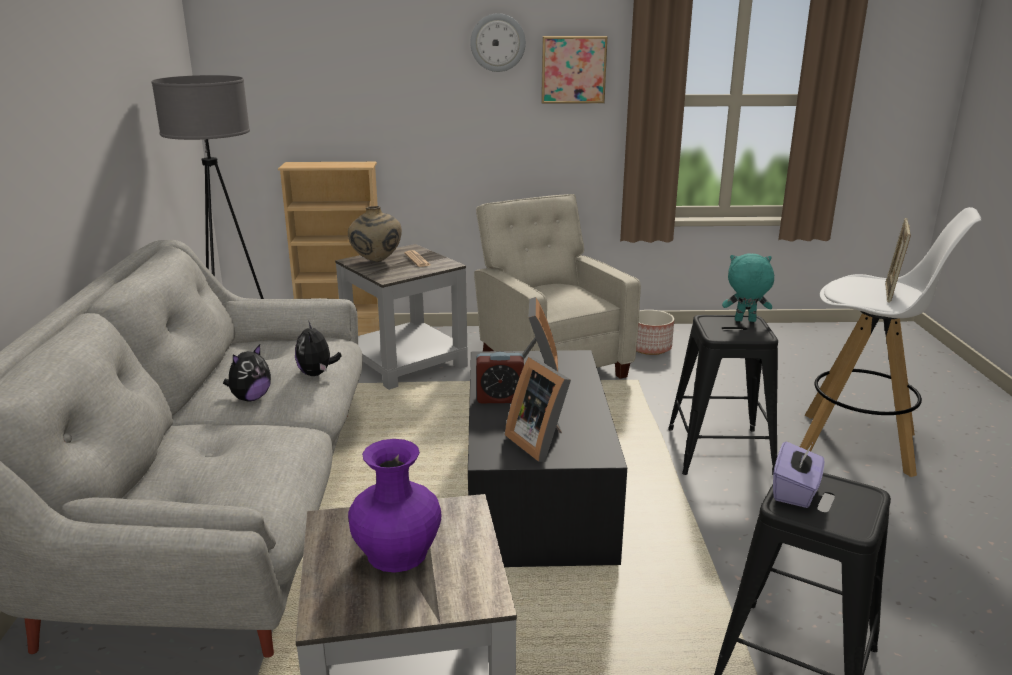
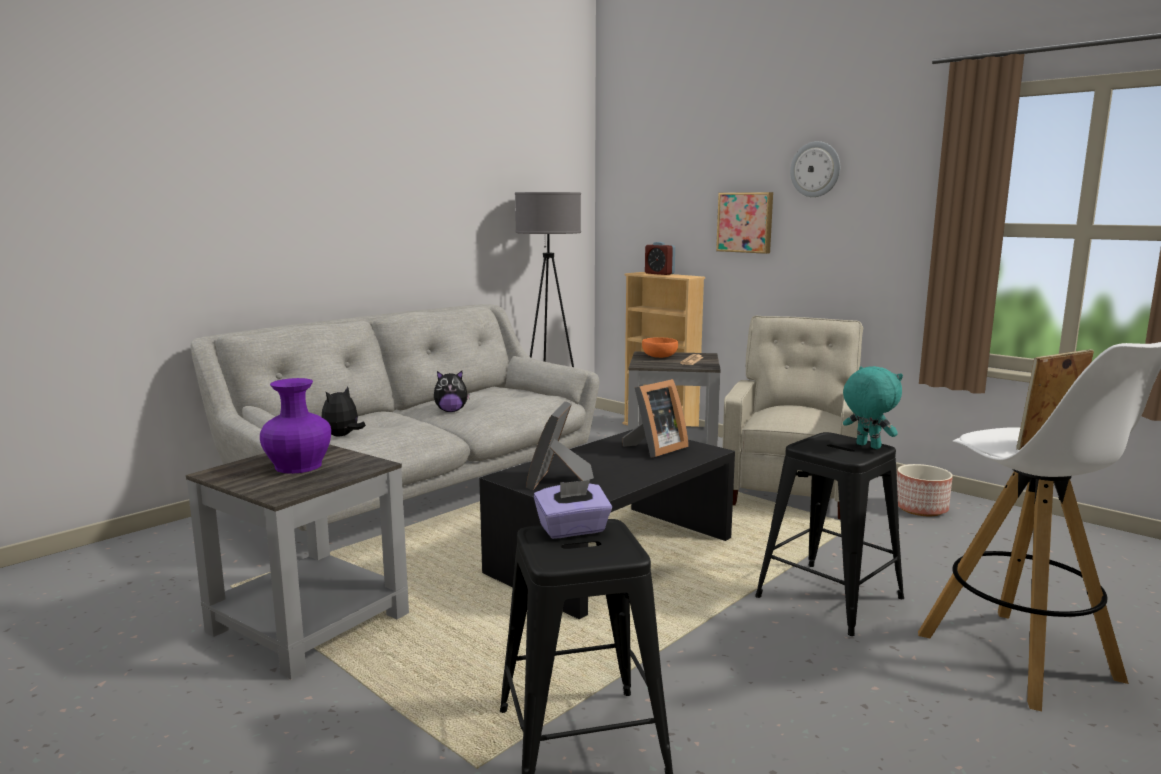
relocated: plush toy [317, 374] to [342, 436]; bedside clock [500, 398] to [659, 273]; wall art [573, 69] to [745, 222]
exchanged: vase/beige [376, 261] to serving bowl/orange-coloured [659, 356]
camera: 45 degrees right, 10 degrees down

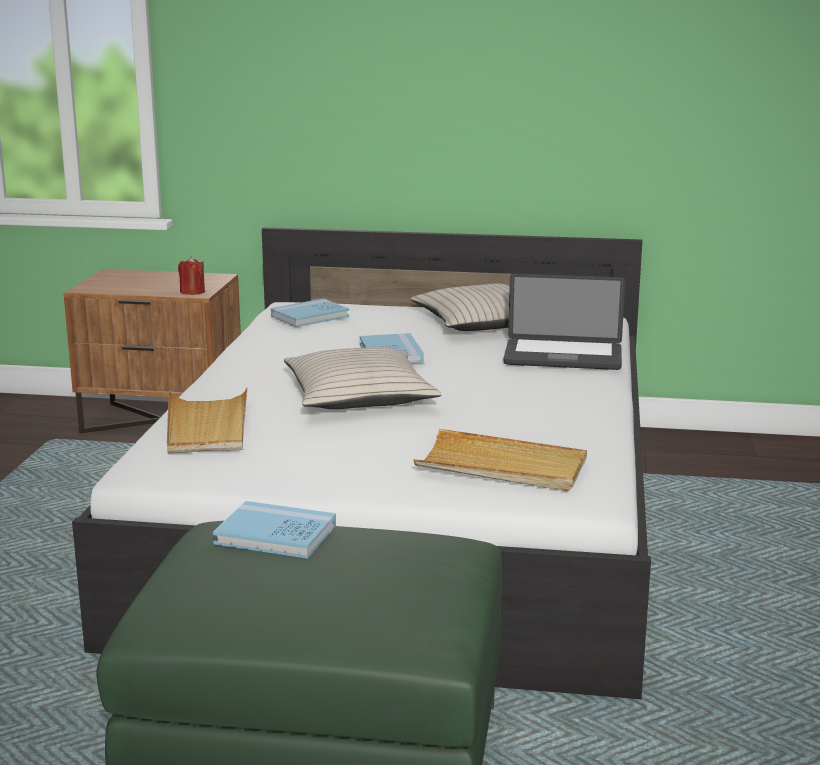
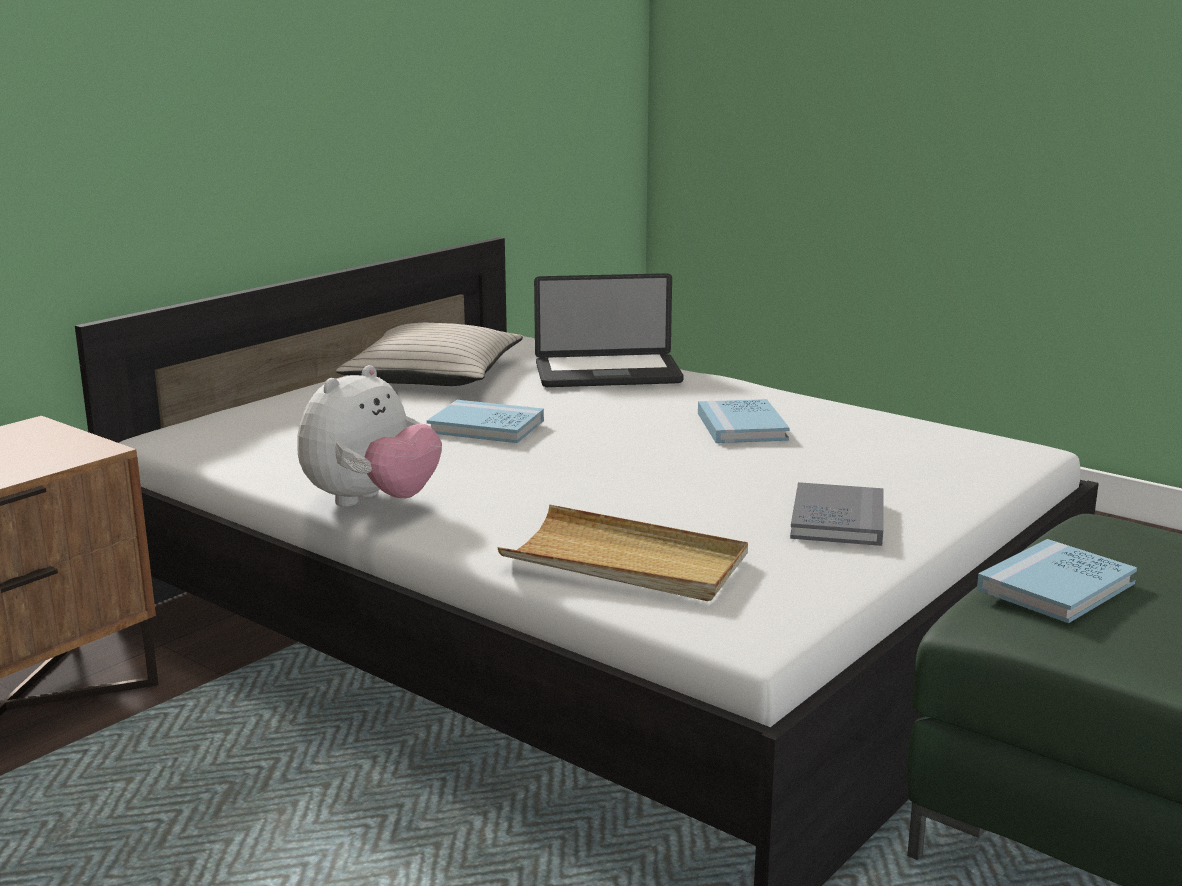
missing: wax light/red-coloured [192, 292]; pillow/beige [359, 396]; carrying tray/beige [502, 467]
appeared: plush toy [371, 502]; book/greyish [837, 520]
relocated: book/blue-coloured [310, 316] to [741, 426]
spun: portable computer [563, 357] = [608, 374] 45 degrees clockwise
camera: 60 degrees left, 0 degrees up

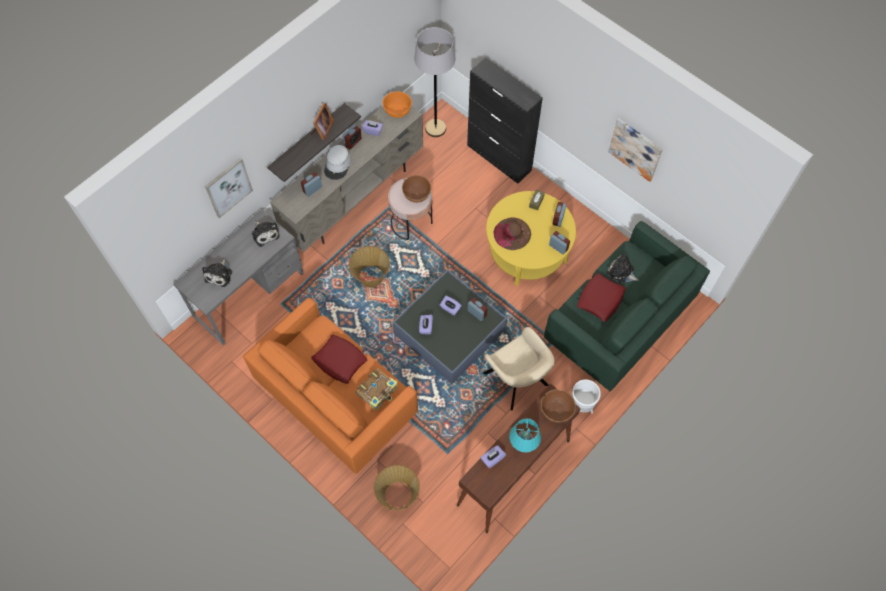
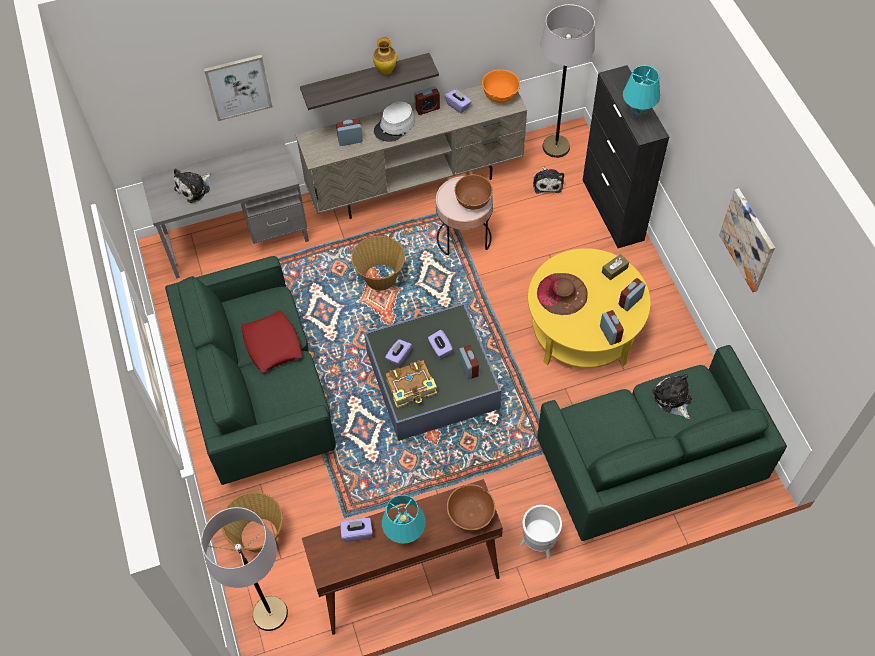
missing: lounge chair/beige [517, 381]; pillow/red-coloured [600, 299]
appeared: floor lamp/greyish [270, 613]; tabletop lamp/turquoise-coloured [637, 114]
relocated: book [378, 391] to [411, 387]; plush toy [265, 233] to [547, 183]
exchanged: standing frame [322, 129] to vase [386, 71]
colour: couch/orange-coloured [337, 398] to couch/greenish [260, 393]
camera: 30 degrees right, 5 degrees down

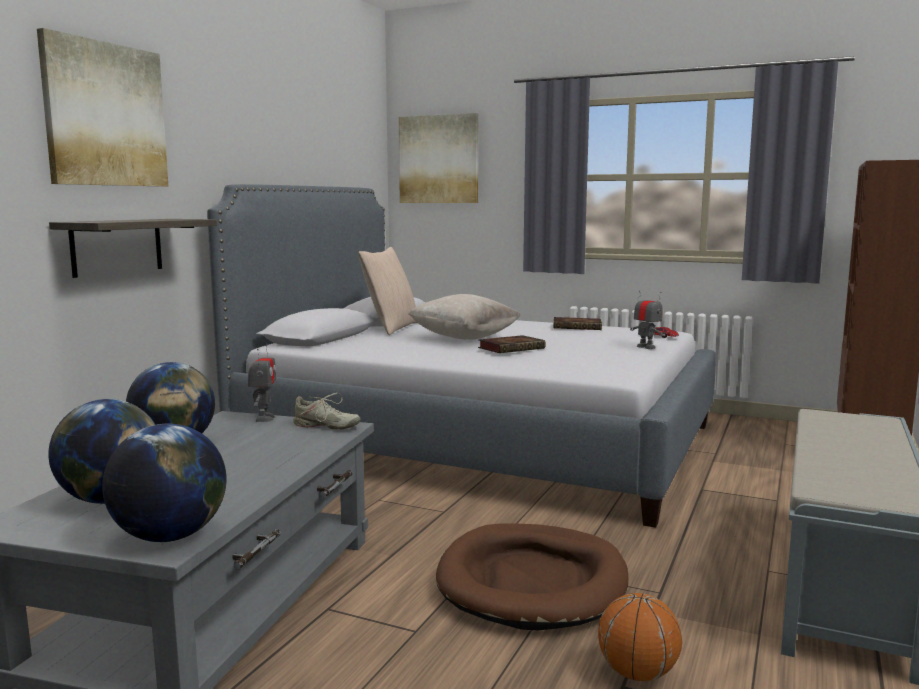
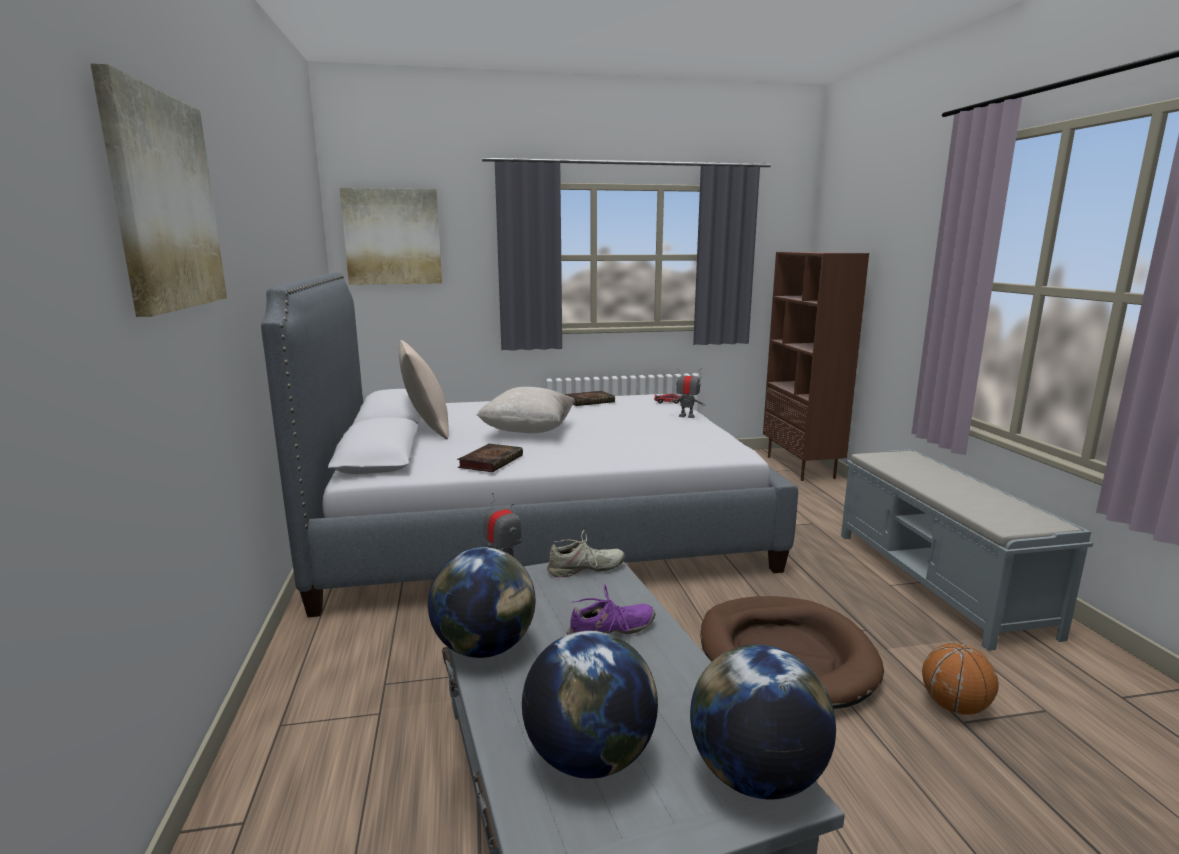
missing: wall shelf [117, 246]
appeared: shoe/purplish [611, 632]
relocated: book [512, 348] to [491, 461]
camera: 35 degrees left, 5 degrees up

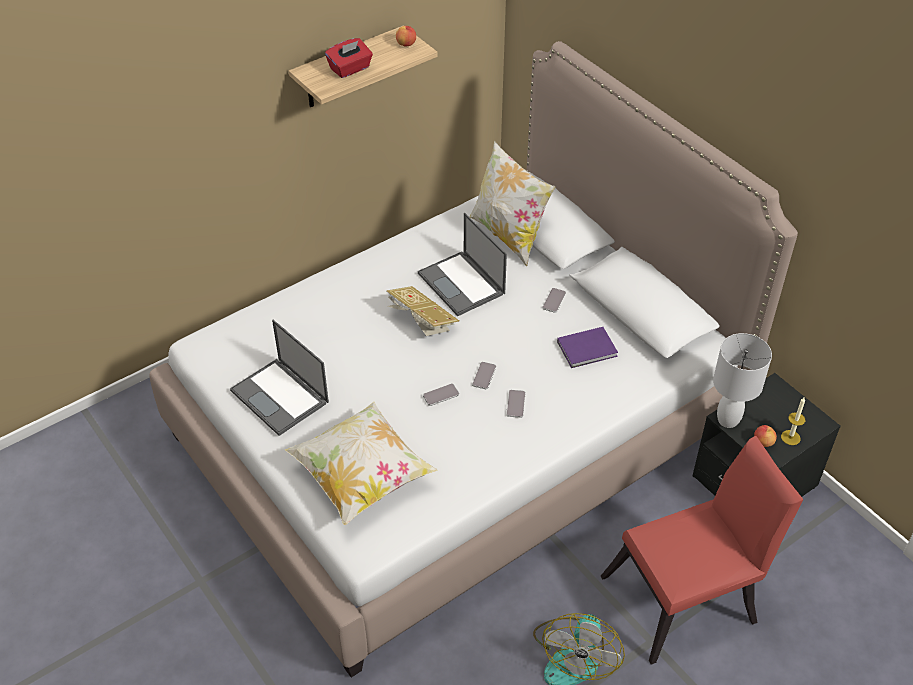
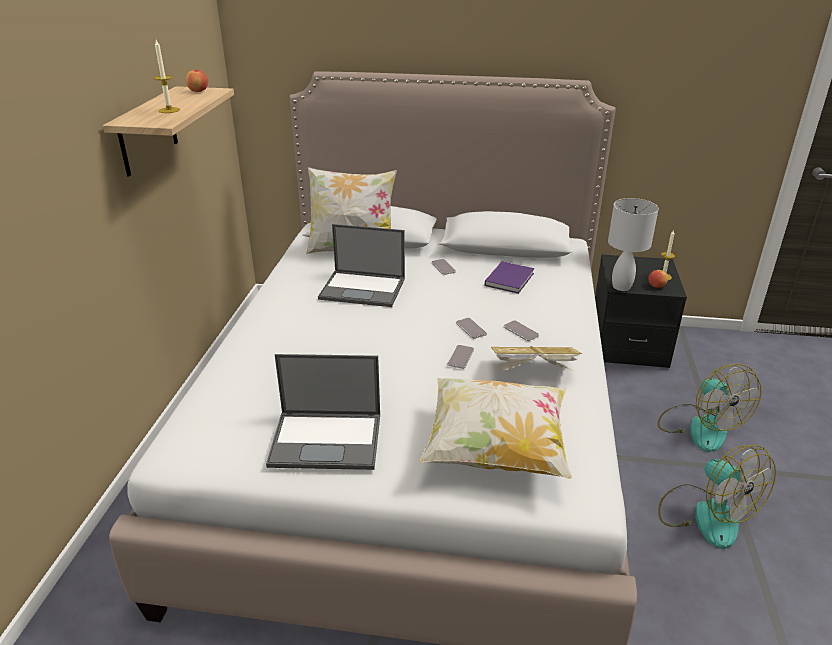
relocated: book [421, 322] to [533, 372]
exchanged: box of tissues/red-coloured [350, 69] to wax light [169, 110]; upright chair/red-coloured [688, 597] to cooling fan [699, 427]
camera: 45 degrees left, 15 degrees down

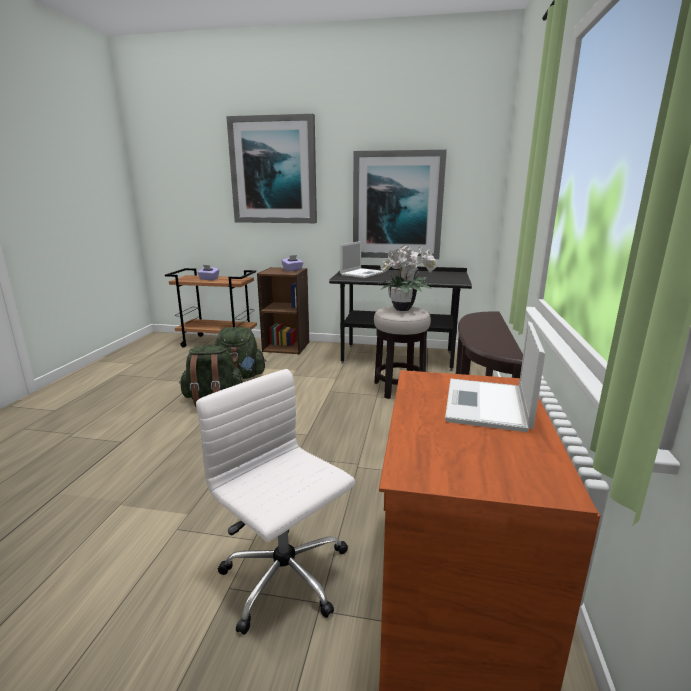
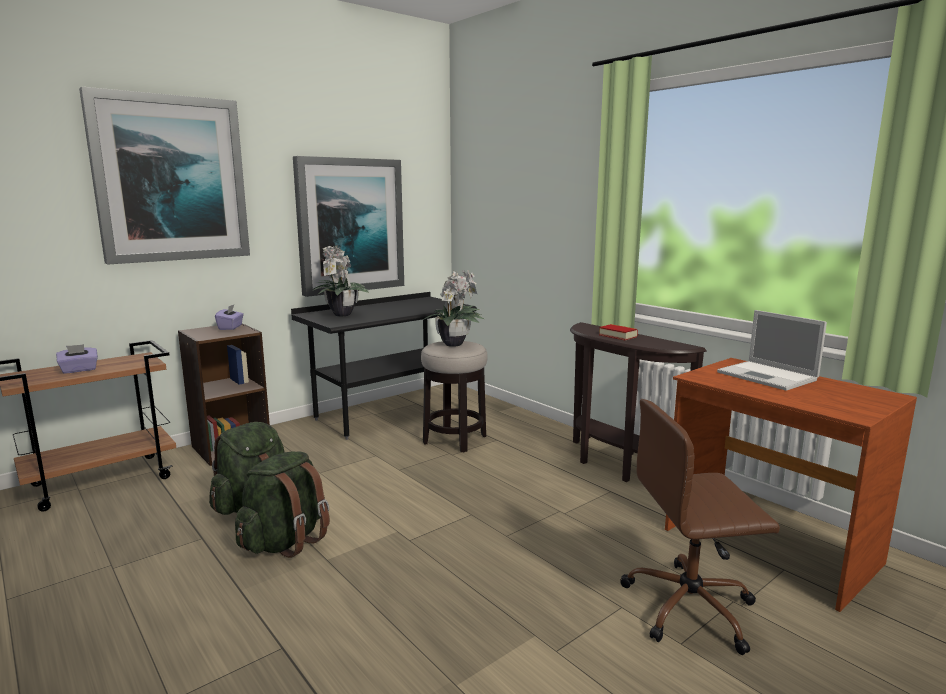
appeared: book [618, 336]
exchanged: portable computer [362, 273] to potted plant [341, 315]
colour: desk chair/white [286, 578] to desk chair/brown-coloured [691, 607]
camera: 50 degrees left, 5 degrees down

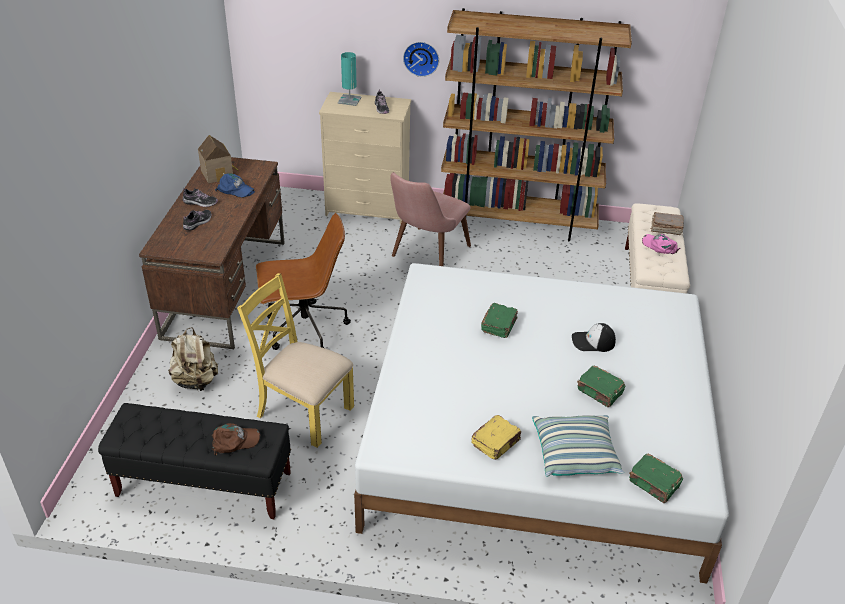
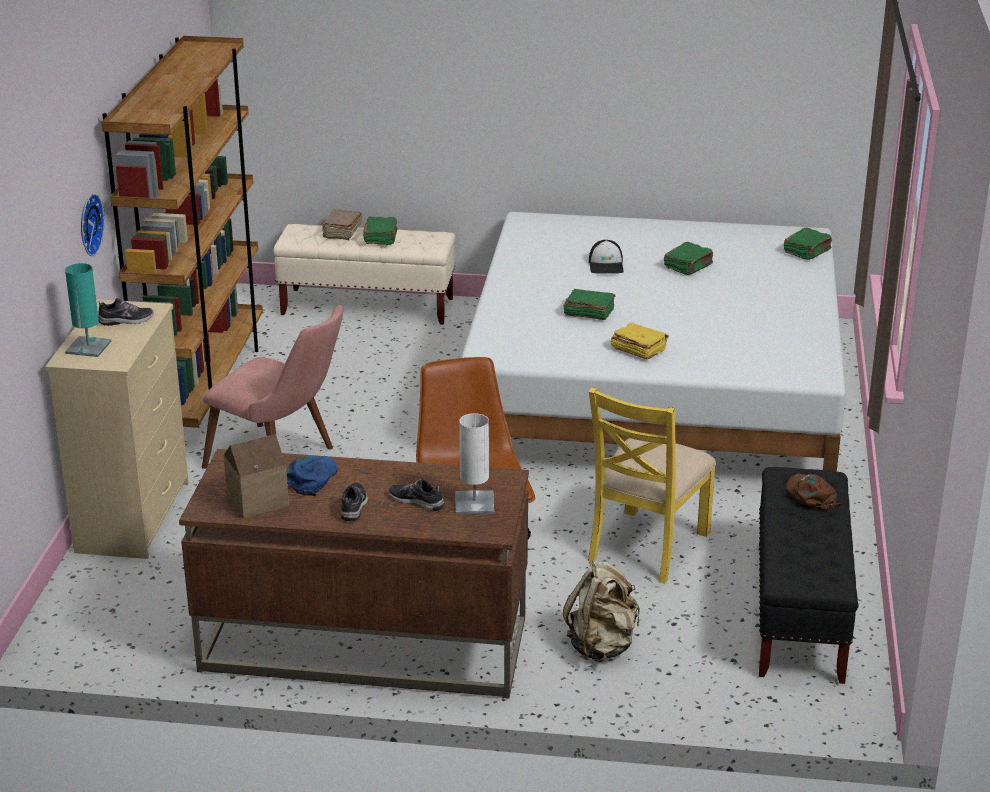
missing: pillow [575, 454]
appeared: tabletop lamp/white [474, 503]
relocated: book/yellow [496, 443] to [638, 349]
exchanged: cap/pink [659, 246] to book/greenish [381, 238]
camera: 90 degrees left, 10 degrees down

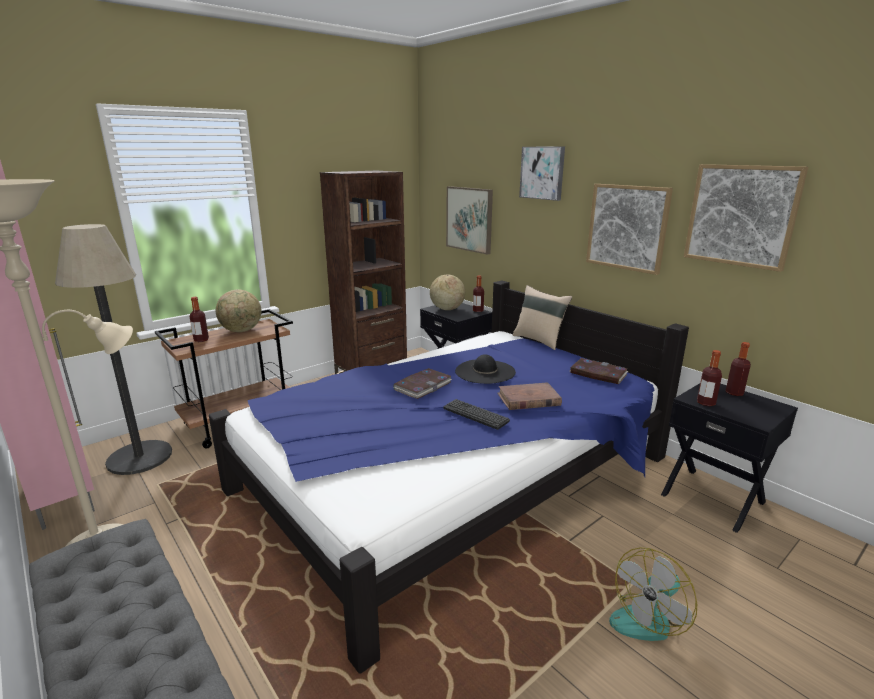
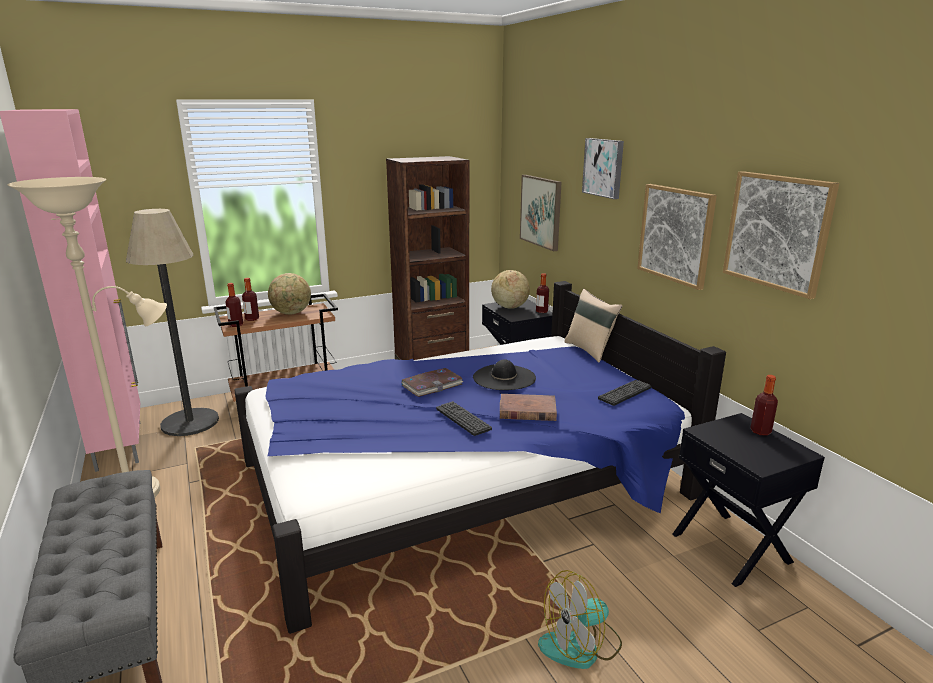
relocated: drink bottle [706, 403] to [236, 325]
exchanged: book [598, 374] to PC keyboard [624, 393]
camera: 15 degrees right, 0 degrees up

